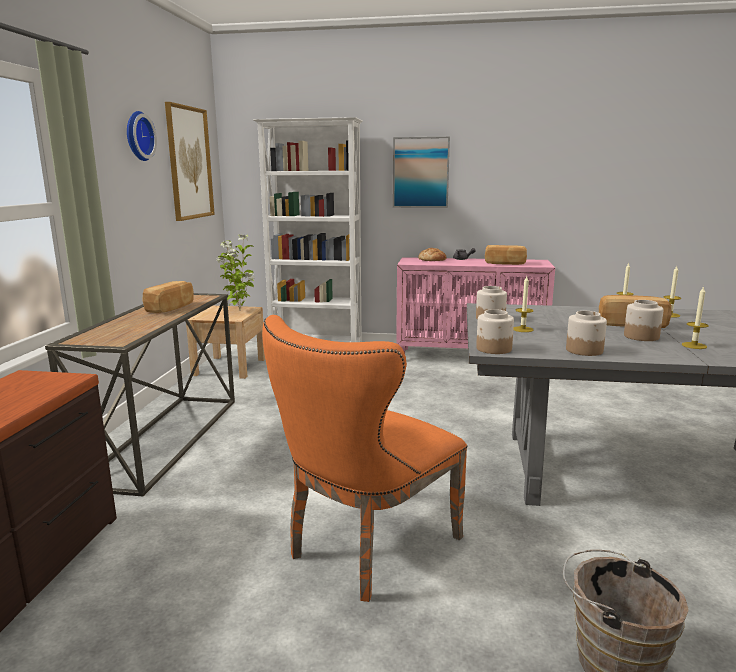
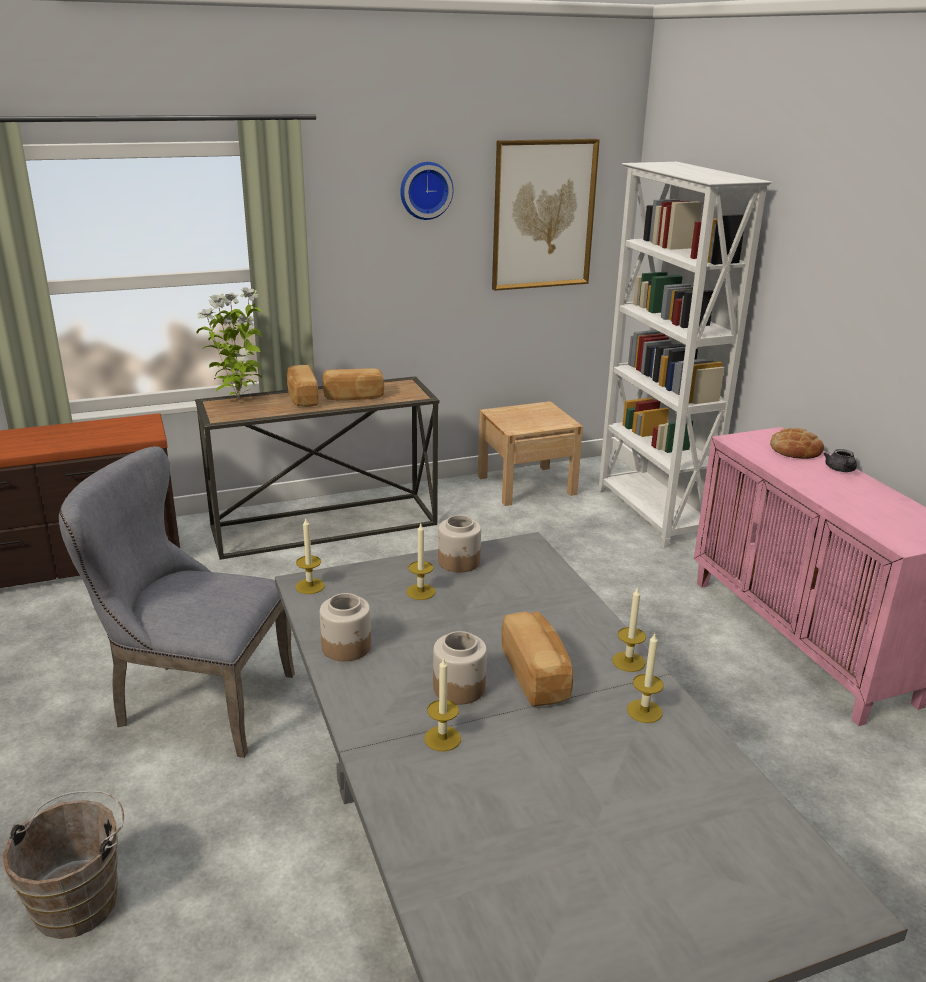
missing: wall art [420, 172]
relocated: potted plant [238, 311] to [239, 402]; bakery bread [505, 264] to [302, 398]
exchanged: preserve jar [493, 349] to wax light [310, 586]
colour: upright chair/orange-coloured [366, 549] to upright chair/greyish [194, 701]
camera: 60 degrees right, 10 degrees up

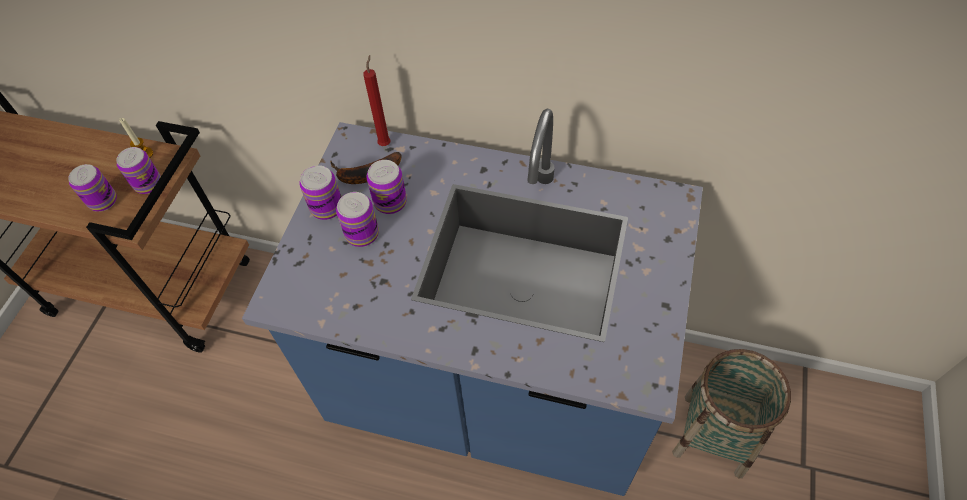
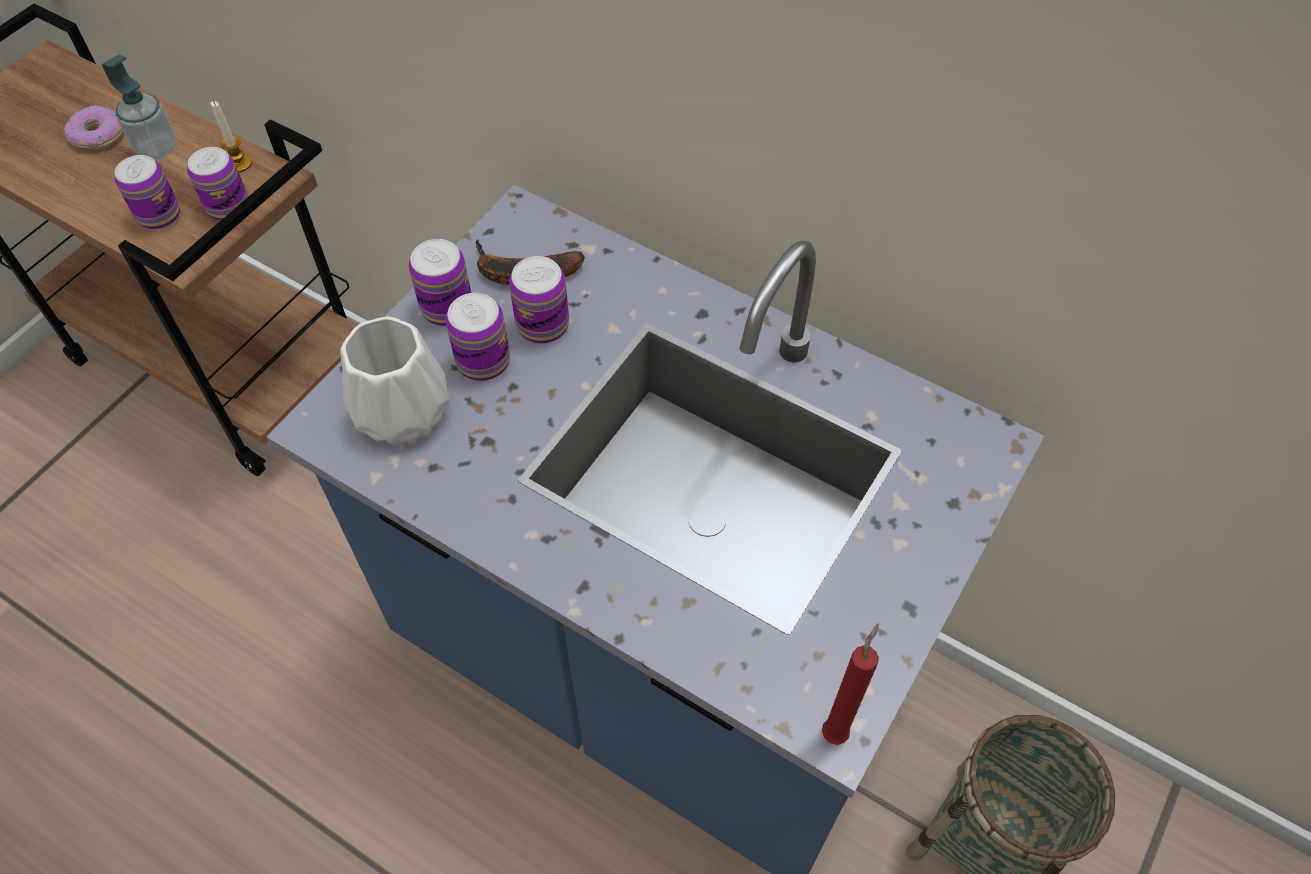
appeared: donut [97, 135]; soap bottle [158, 149]; vase/white [401, 414]
relocated: wax light/red-coloured [385, 143] to [836, 730]
camera: 15 degrees right, 0 degrees up

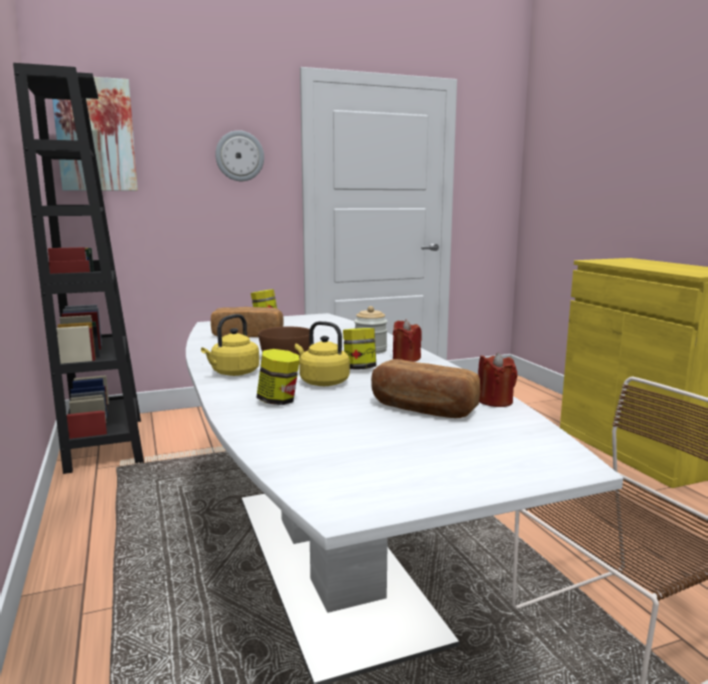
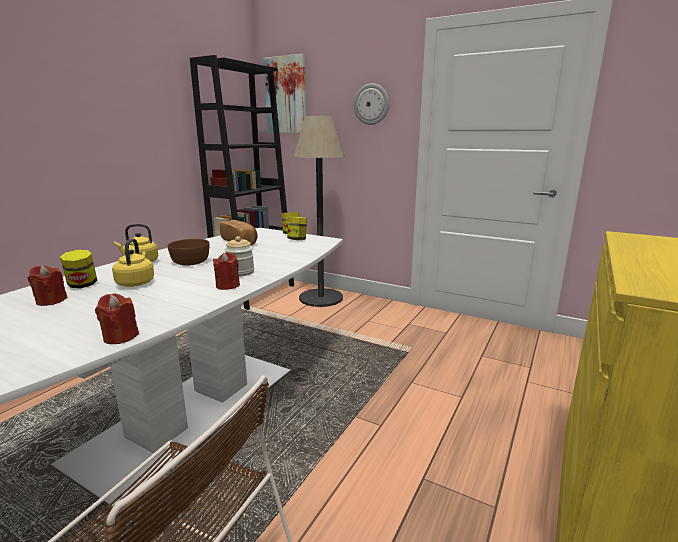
missing: bakery bread [422, 409]
appeared: wax light/red-coloured [51, 301]; floor lamp [321, 298]
relocated: preserve jar [359, 368] to [297, 240]
camera: 50 degrees right, 5 degrees up

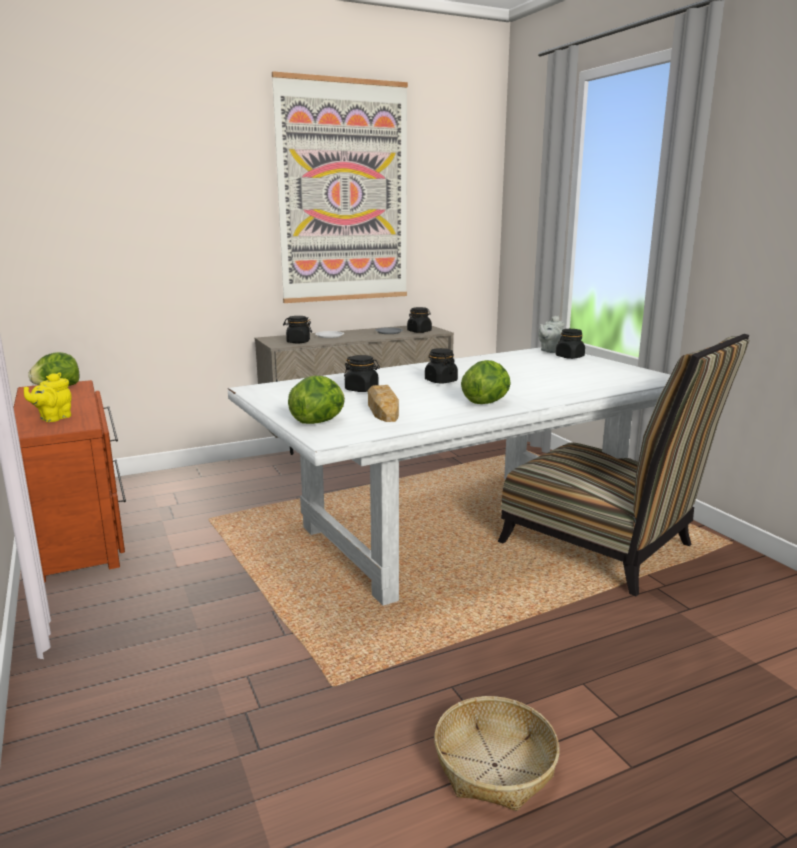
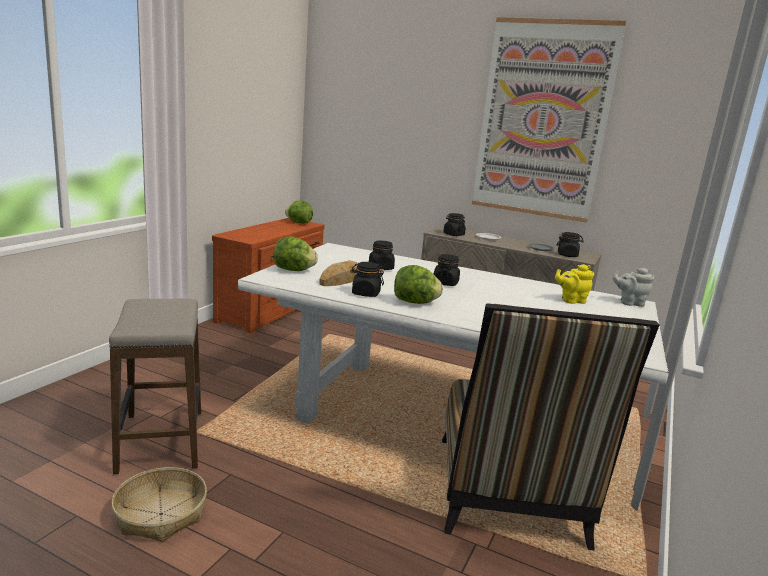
appeared: stool seat [160, 441]
relocated: preserve jar/black-coloured [569, 357] to [365, 293]; teapot/yellow [53, 418] to [571, 300]
camera: 50 degrees right, 0 degrees up

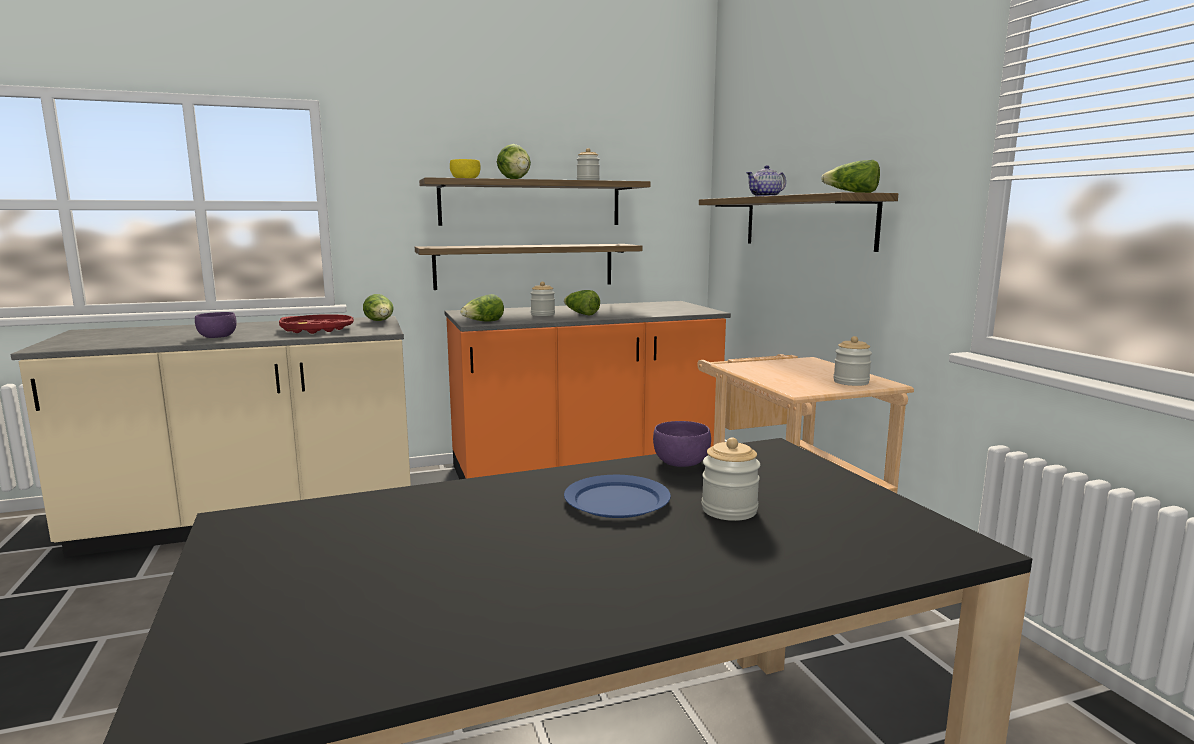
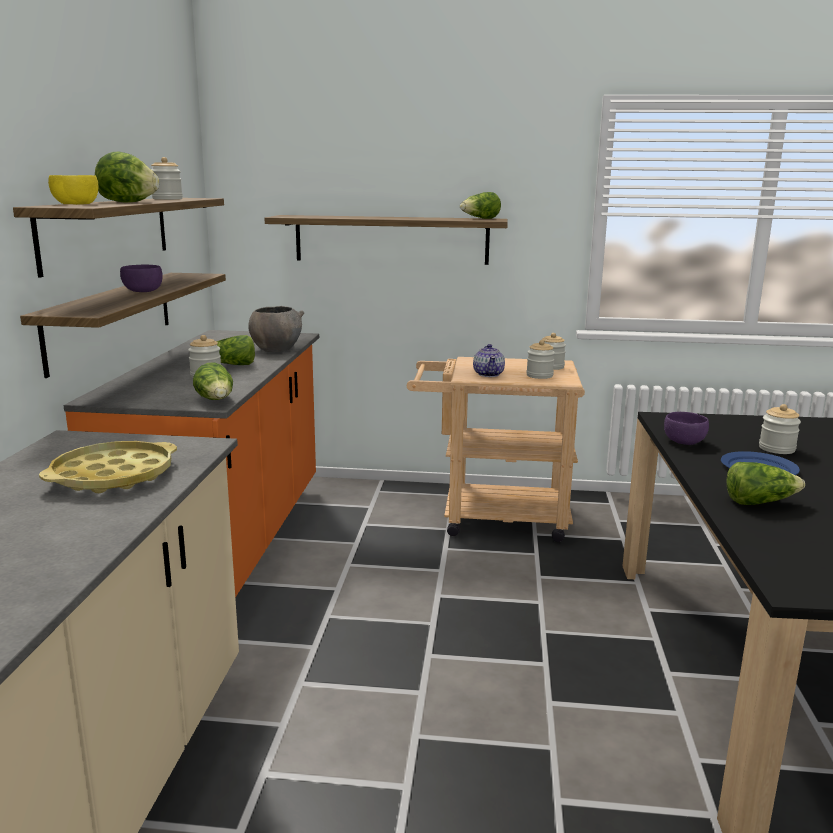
appeared: serving bowl/greyish [276, 349]; preserve jar [539, 376]
relocated: serving bowl/purplish [217, 337] to [143, 291]; teapot [765, 196] to [488, 374]; lettuce [380, 321] to [759, 502]
colour: carrying tray/red-coloured [317, 329] to carrying tray/yellow [113, 476]
camera: 65 degrees left, 5 degrees up

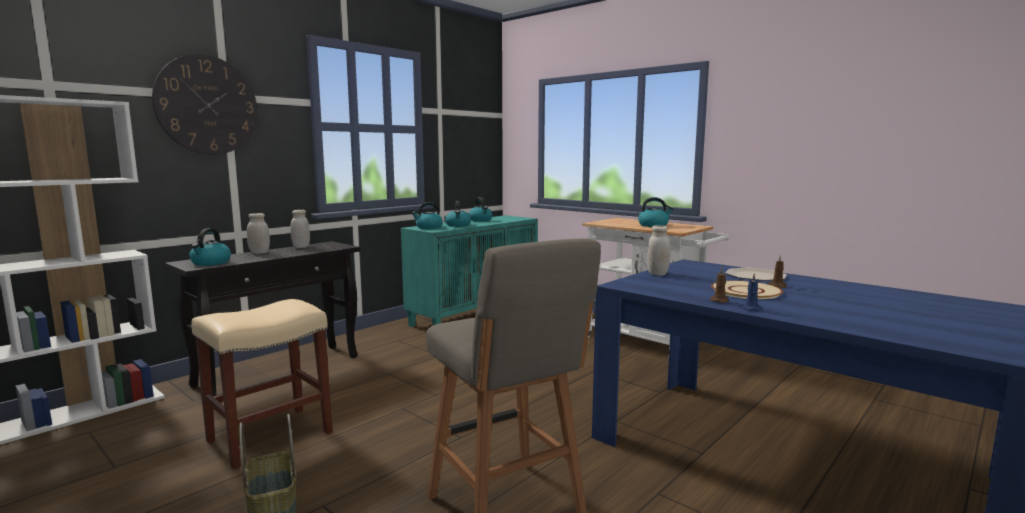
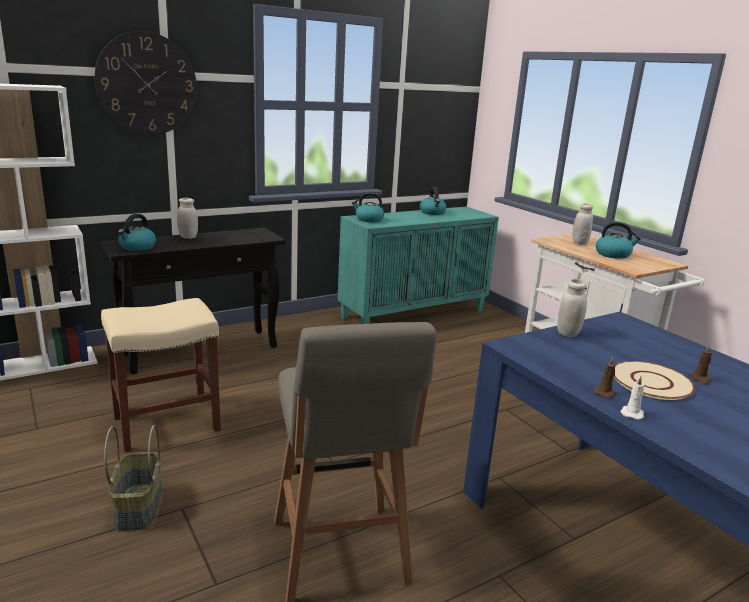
missing: water kettle [458, 225]; plate [756, 276]
relocated: preserve jar/white [301, 247] to [579, 243]
colour: wax light/blue-coloured [751, 308] to wax light/white [632, 413]
camera: 15 degrees right, 10 degrees up

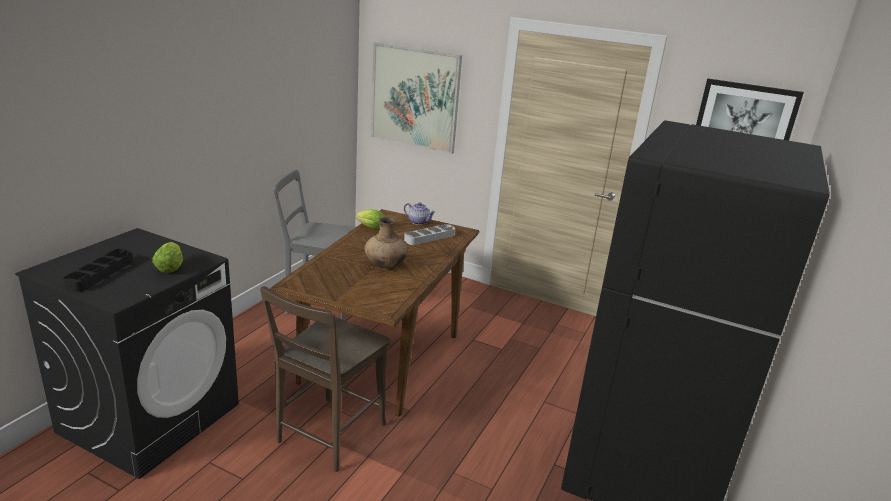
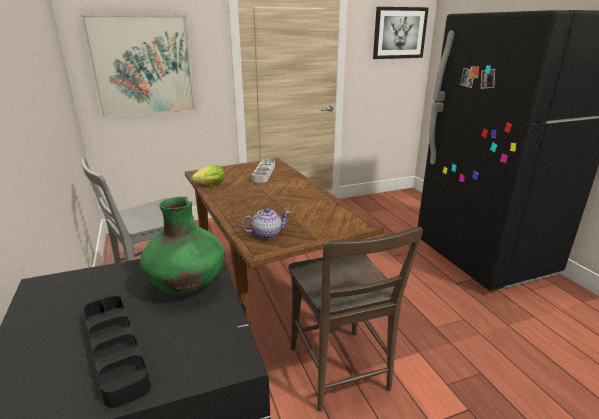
missing: vase/brown-coloured [385, 265]
relocated: teapot [419, 222] to [267, 234]
exchanged: lettuce [170, 267] to vase/greenish [187, 286]
camera: 45 degrees left, 0 degrees up

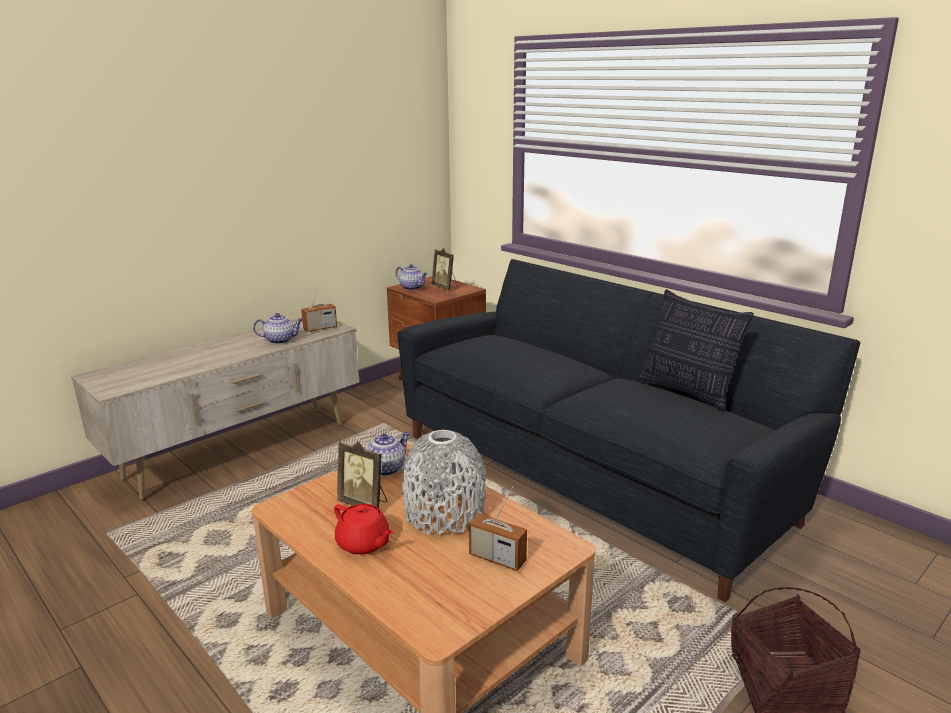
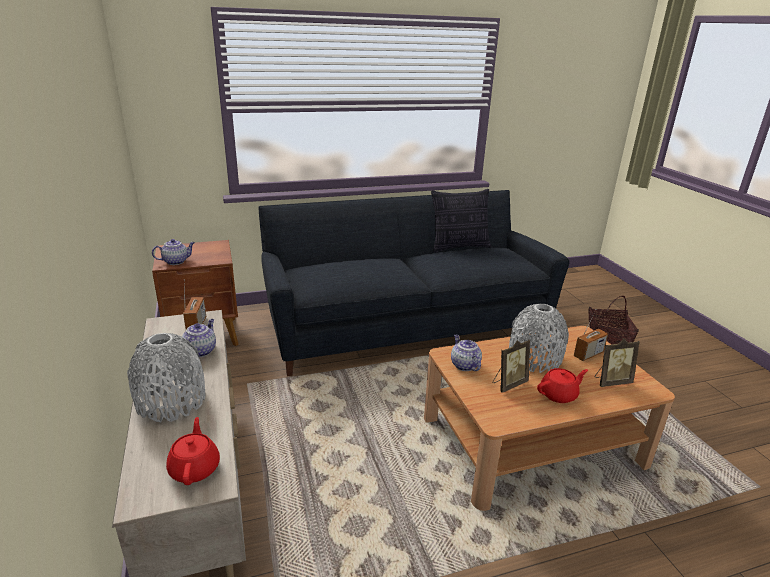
appeared: vase/greyish [171, 401]; teapot/red-coloured [195, 468]
relocated: standing frame [445, 288] to [611, 381]
camera: 65 degrees left, 5 degrees up

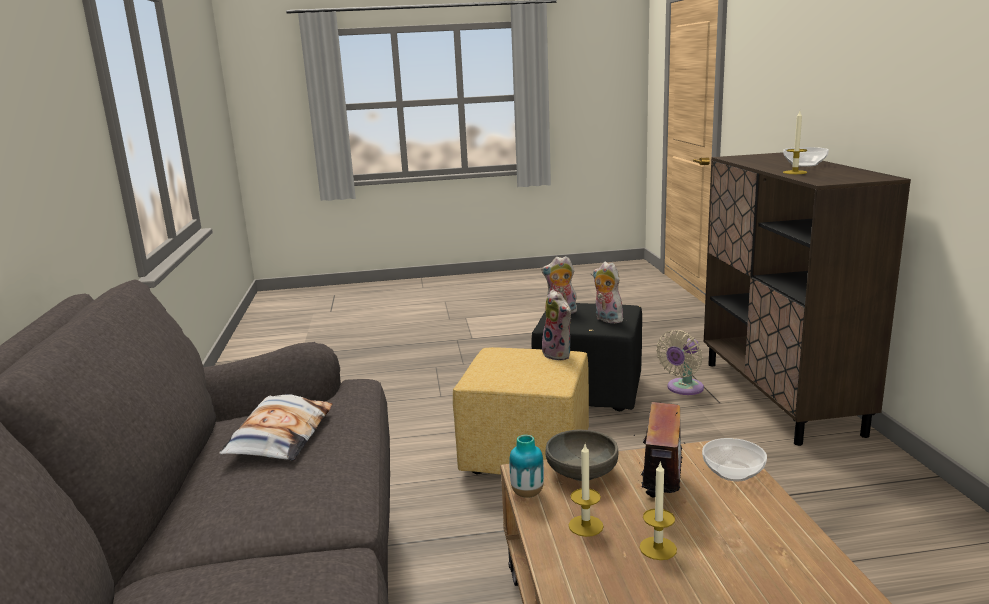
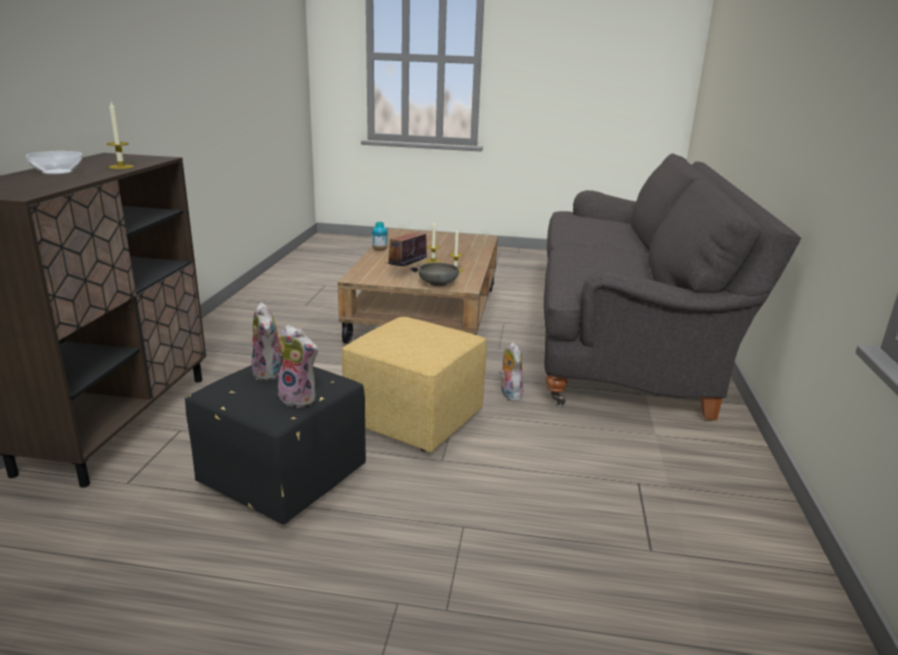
missing: pillow [280, 436]; cooling fan/beige [683, 389]; serving bowl [733, 473]
relocated: vase [527, 493] to [379, 250]; plush toy [559, 354] to [509, 394]
camera: 165 degrees left, 5 degrees up

